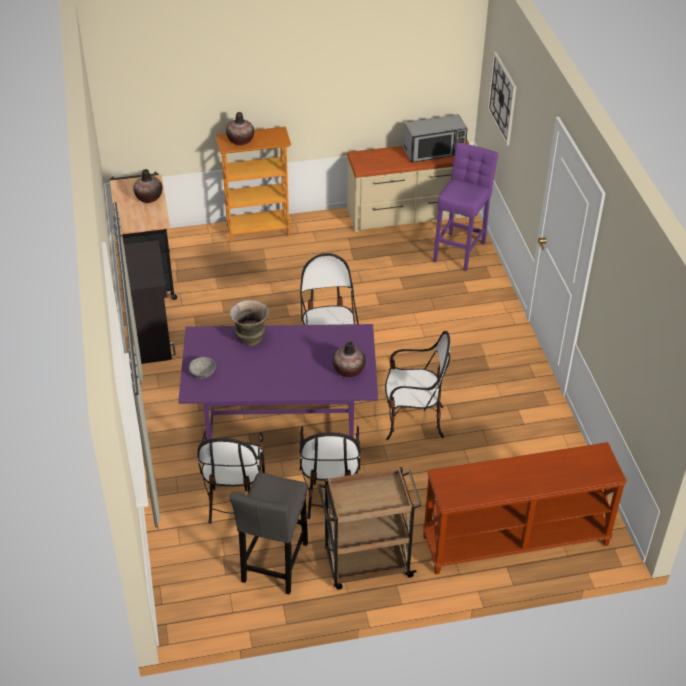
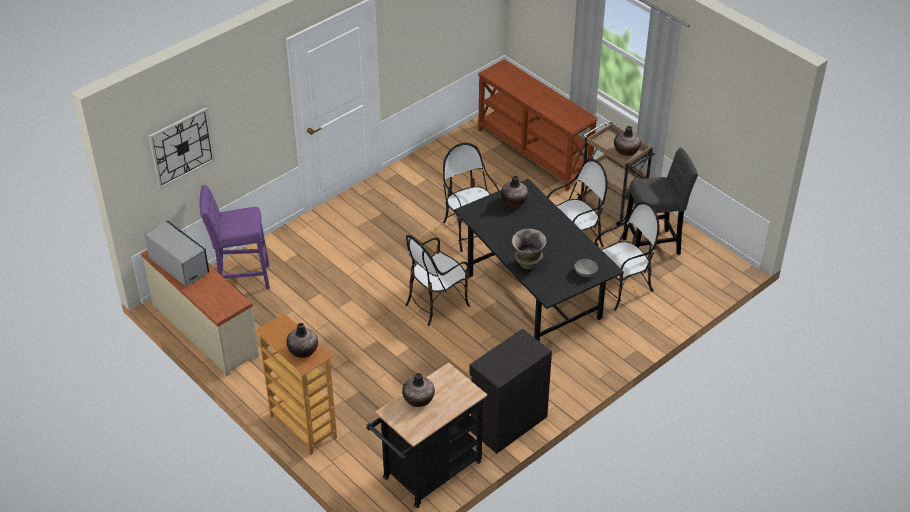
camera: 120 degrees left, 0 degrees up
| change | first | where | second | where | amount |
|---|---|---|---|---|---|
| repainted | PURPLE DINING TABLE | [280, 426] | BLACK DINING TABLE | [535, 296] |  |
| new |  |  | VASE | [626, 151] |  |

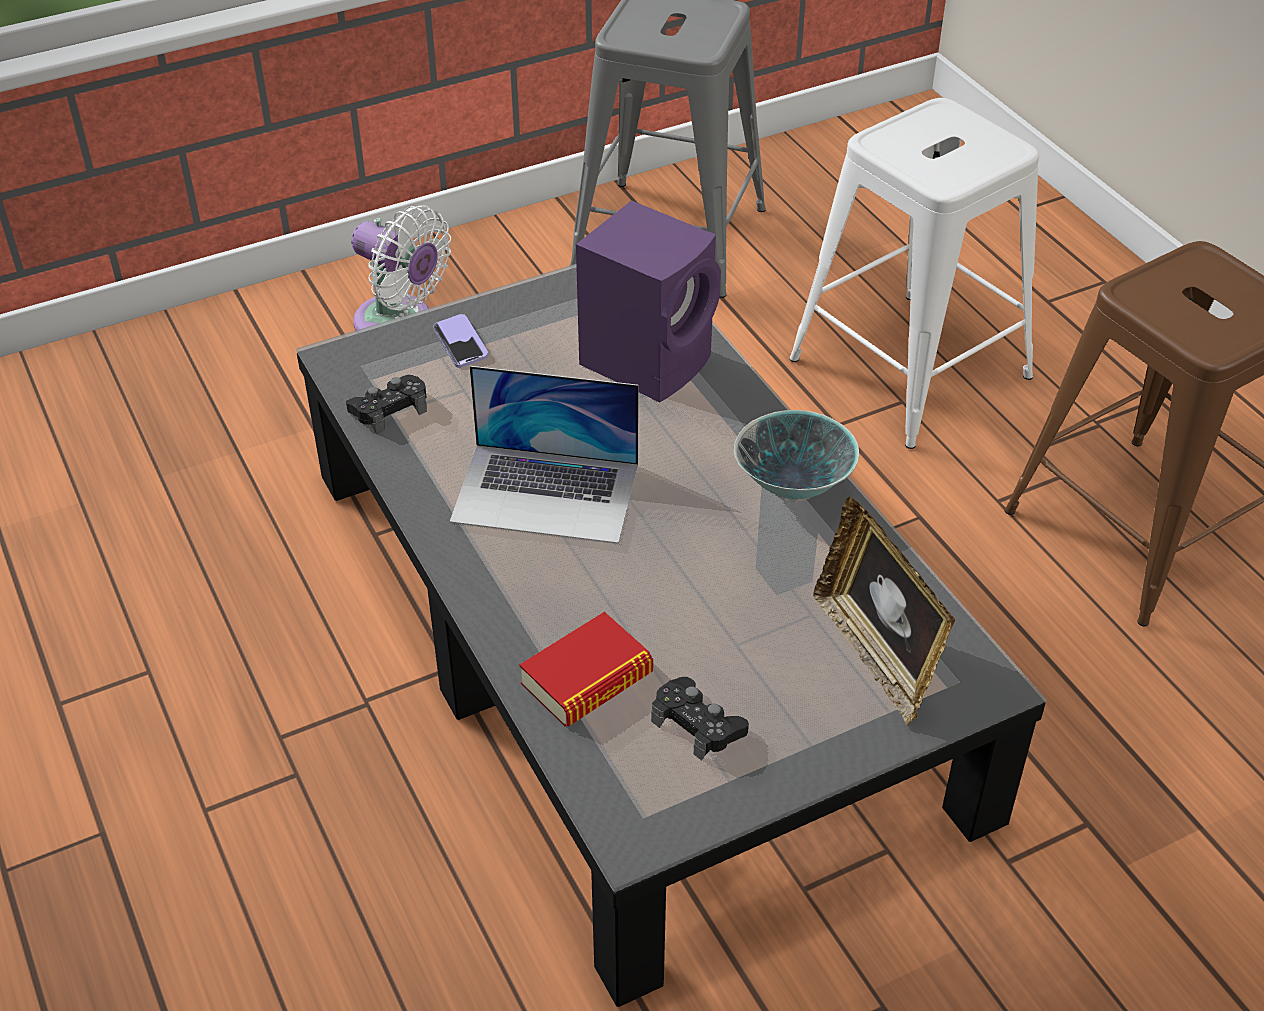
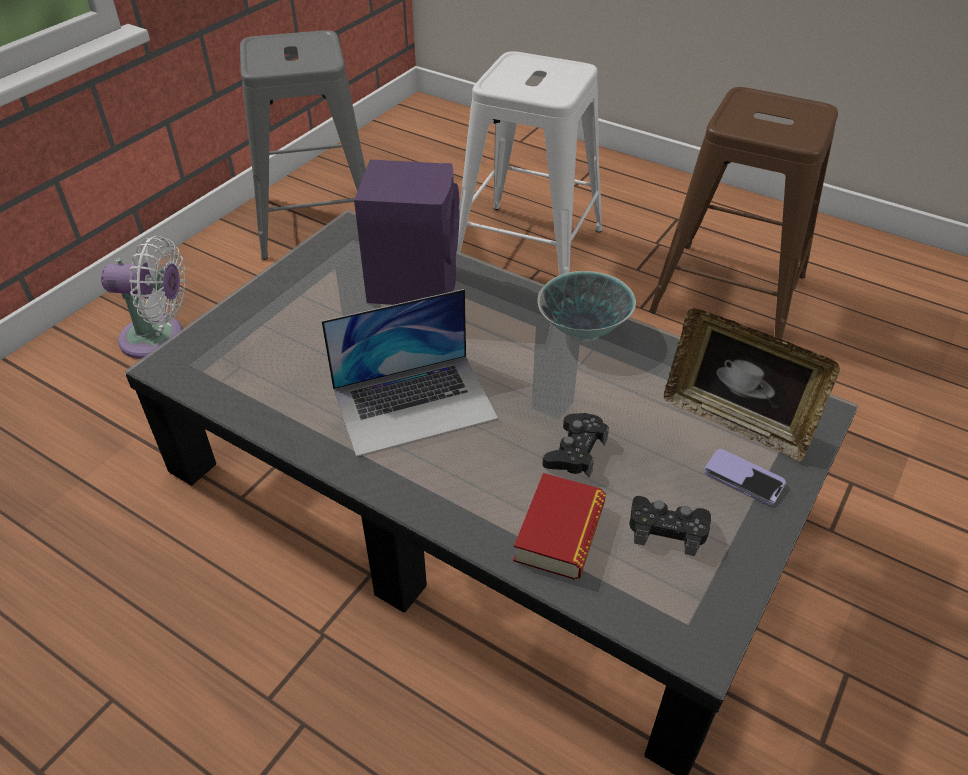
camera: 30 degrees left, 0 degrees up
| change | first | where | second | where | amount |
|---|---|---|---|---|---|
| shifted | BLACK GAME CONTROLLER | [389, 409] |  | [575, 451] |  |
| shifted | PHONE | [460, 343] |  | [743, 478] |  |

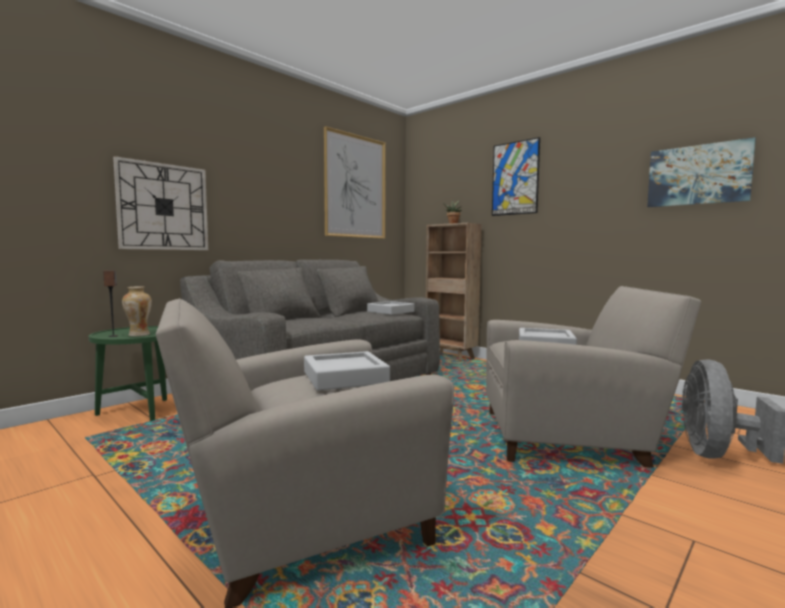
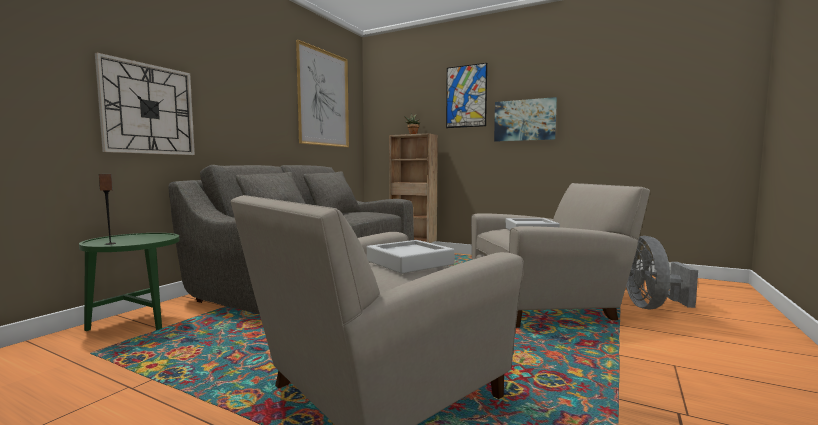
camera: 15 degrees left, 0 degrees up
| change | first | where | second | where | amount |
|---|---|---|---|---|---|
| shifted | PICTURE | [698, 175] |  | [524, 120] |  |
| gone | VASE | [138, 335] |  |  |  |
| gone | GREY TRAY | [390, 311] |  |  |  |

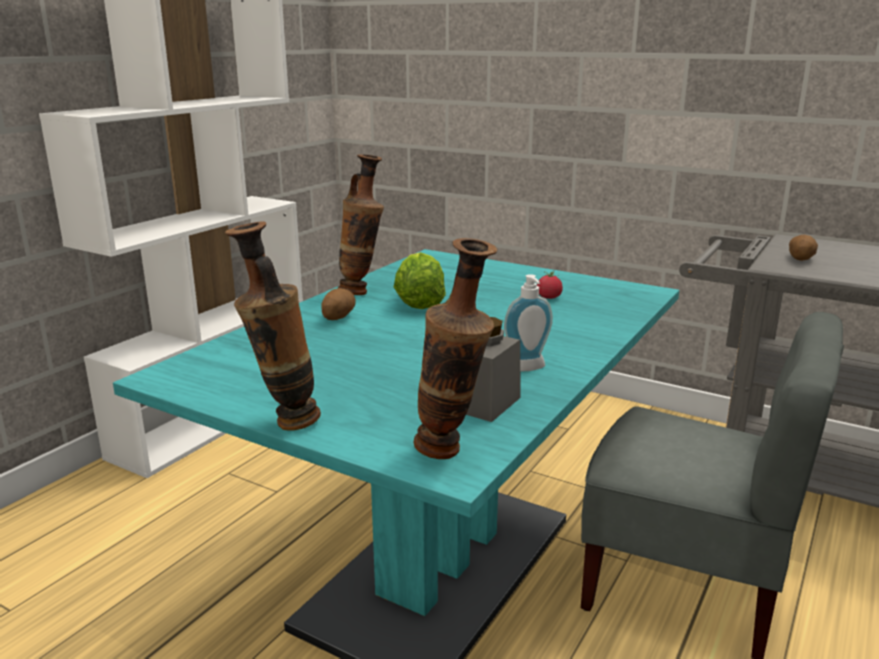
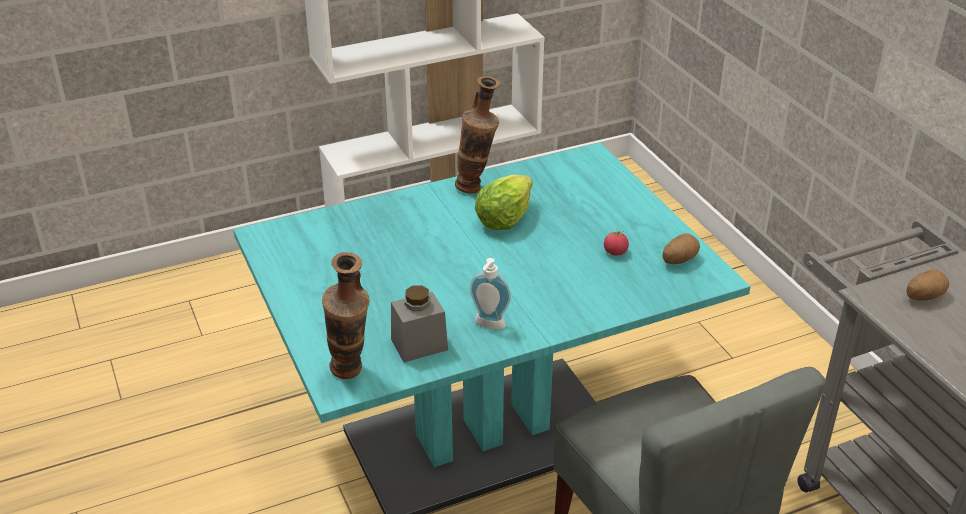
camera: 35 degrees right, 15 degrees up
| change | first | where | second | where | amount |
|---|---|---|---|---|---|
| shifted | POTATO | [337, 317] |  | [678, 260] |  |
| gone | VASE | [283, 423] |  |  |  |

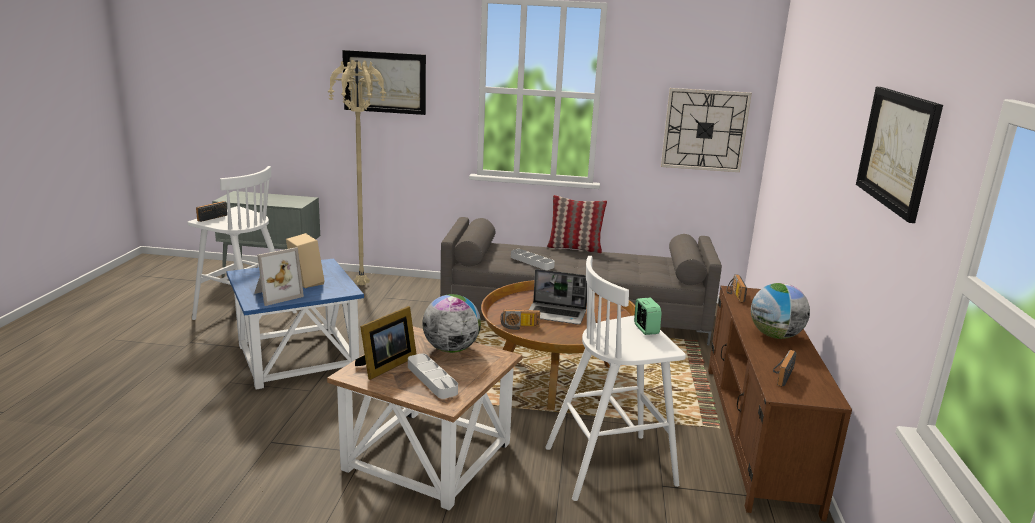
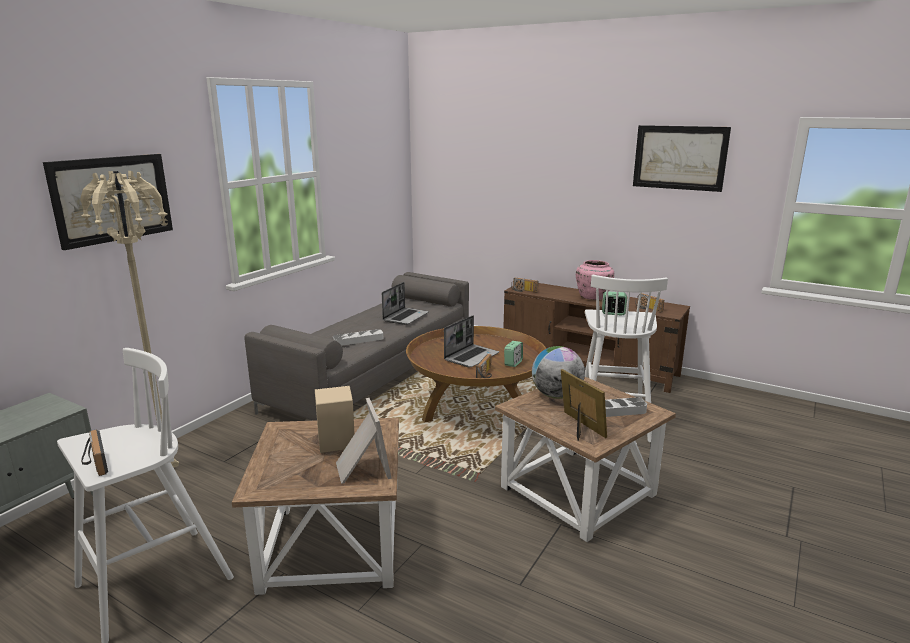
camera: 65 degrees left, 0 degrees up
| change | first | where | second | where | amount |
|---|---|---|---|---|---|
| repainted | BLUE SIDE TABLE | [299, 357] | BROWN SIDE TABLE | [330, 544] |  |
| new |  |  | LAPTOP | [405, 317] |  |
| new |  |  | ALARM CLOCK | [513, 363] |  |
| swapped | GLOBE | [775, 336] | PINK VASE | [593, 297] |  |
| gone | PILLOW | [574, 248] |  |  |  |
| gone | WALL CLOCK | [704, 130] |  |  |  |

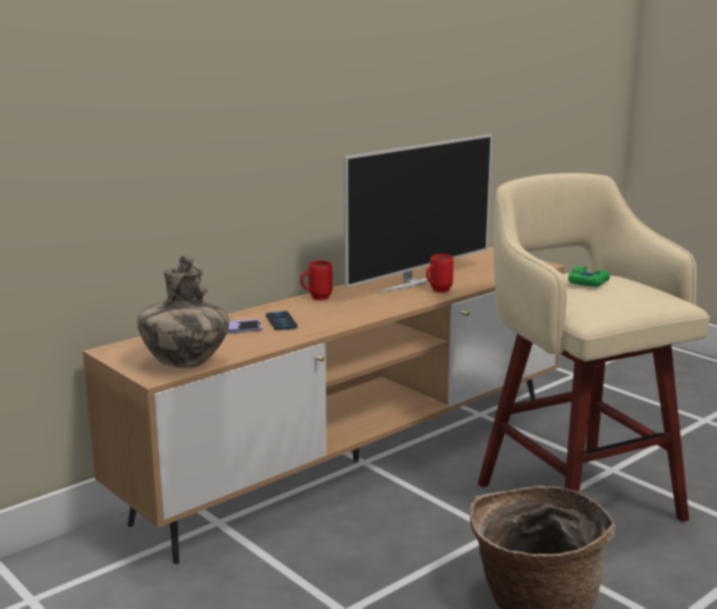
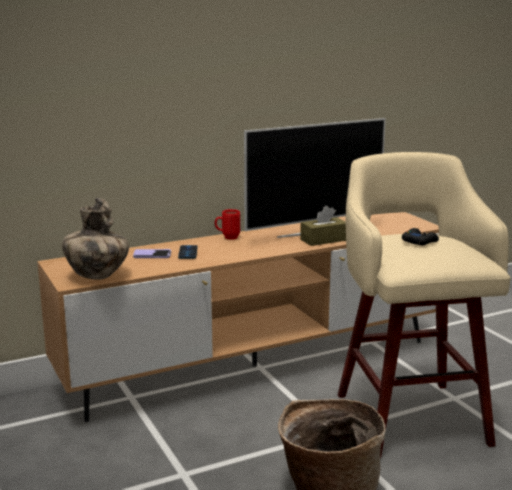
camera: 15 degrees right, 0 degrees up
| change | first | where | second | where | amount |
|---|---|---|---|---|---|
| swapped | RED MUG | [437, 291] | BROWN TISSUE BOX | [324, 240] |  |
| repainted | GREEN GAME CONTROLLER | [587, 282] | BLACK GAME CONTROLLER | [419, 241] |  |

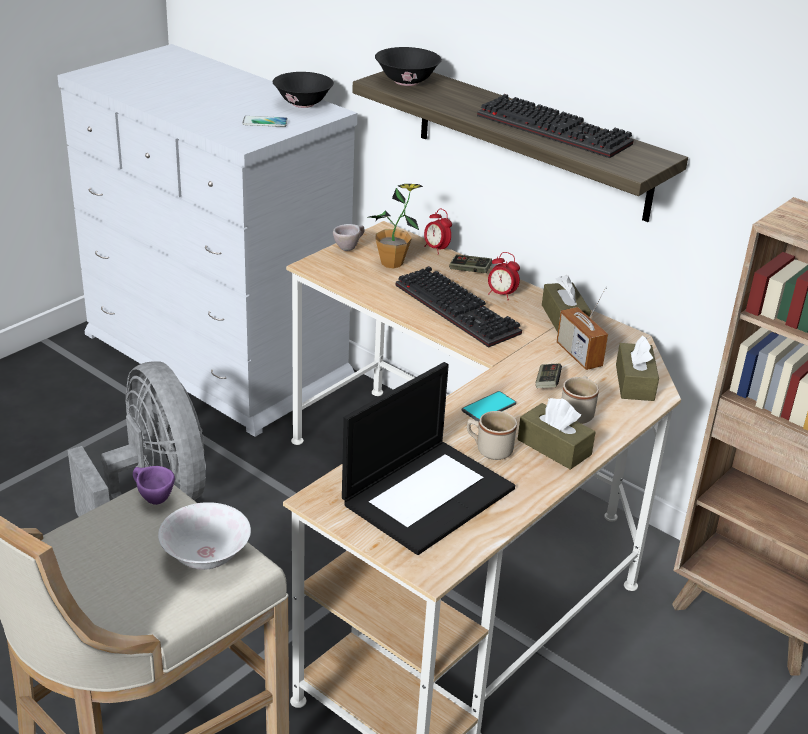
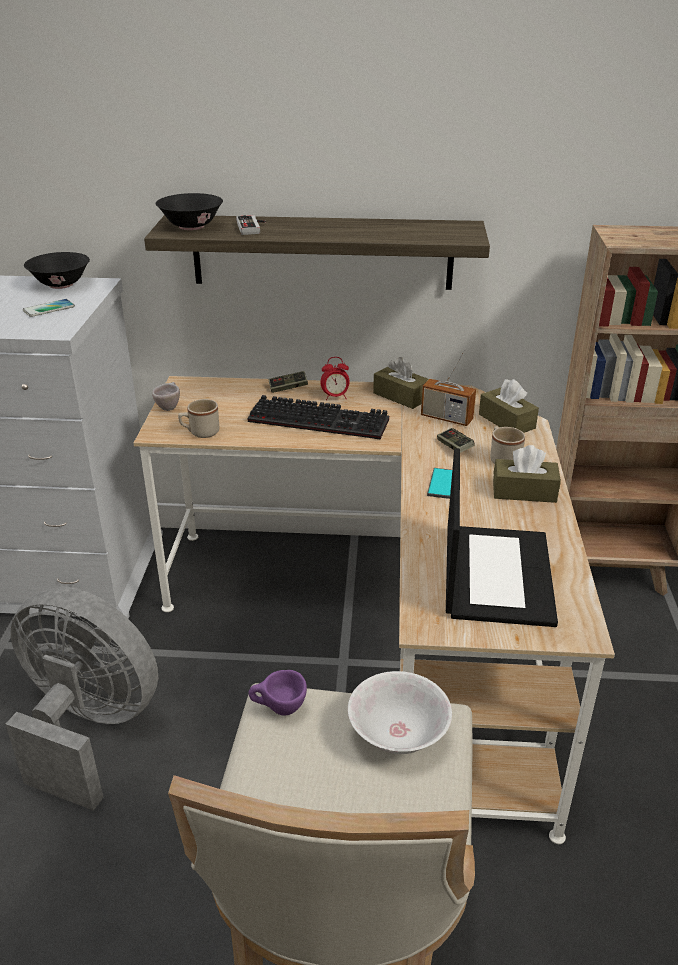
camera: 35 degrees left, 0 degrees up
| change | first | where | second | where | amount |
|---|---|---|---|---|---|
| shifted | BEIGE MUG | [489, 449] |  | [200, 433] |  |
| new |  |  | GAME CONTROLLER | [252, 227] |  |
| gone | POTTED PLANT | [392, 263] |  |  |  |
| gone | ALARM CLOCK | [436, 249] |  |  |  |
| gone | KEYBOARD | [557, 130] |  |  |  |

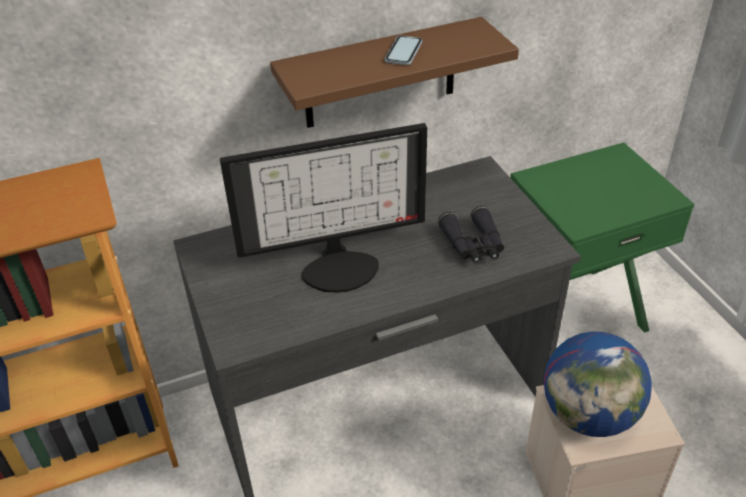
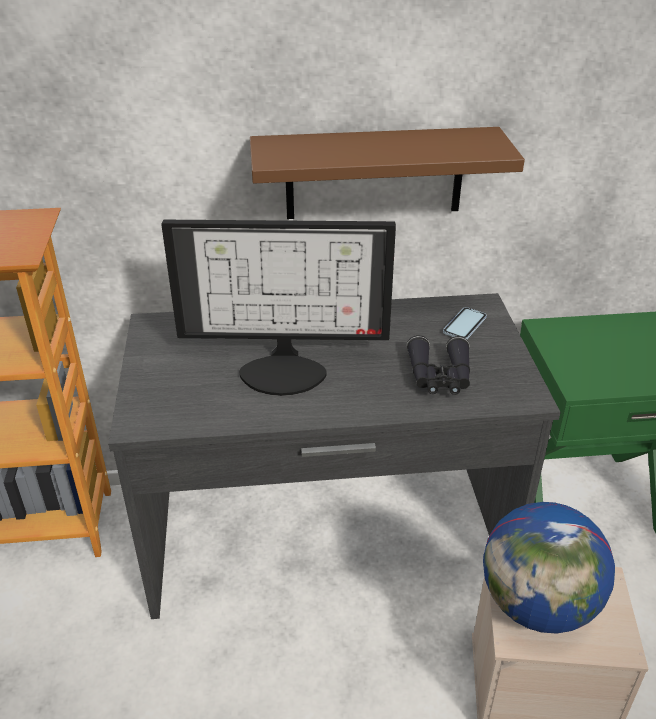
camera: 15 degrees right, 5 degrees down
| change | first | where | second | where | amount |
|---|---|---|---|---|---|
| shifted | PHONE | [403, 52] |  | [464, 325] |  |

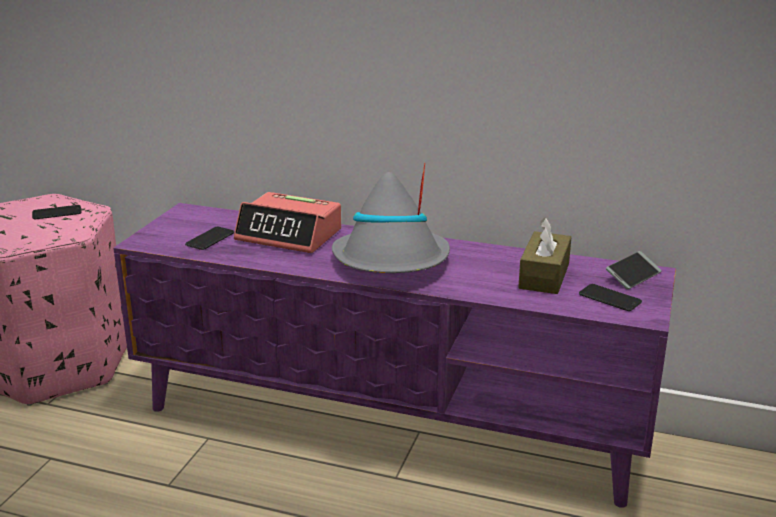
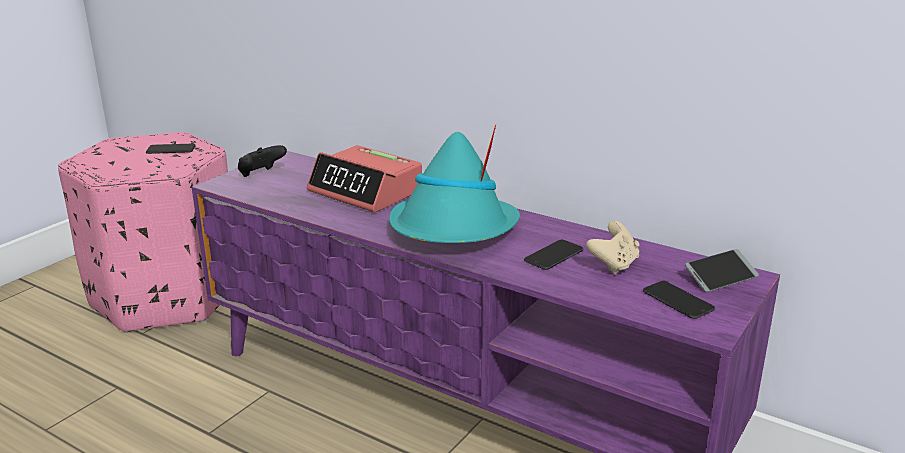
camera: 15 degrees right, 0 degrees up
| change | first | where | second | where | amount |
|---|---|---|---|---|---|
| new |  |  | BLACK GAME CONTROLLER | [261, 175] |  |
| repainted | GREY HAT | [392, 261] | TURQUOISE HAT | [453, 230] |  |
| shifted | PHONE | [210, 239] |  | [553, 255] |  |
| swapped | BROWN TISSUE BOX | [544, 276] | BEIGE GAME CONTROLLER | [613, 265] |  |

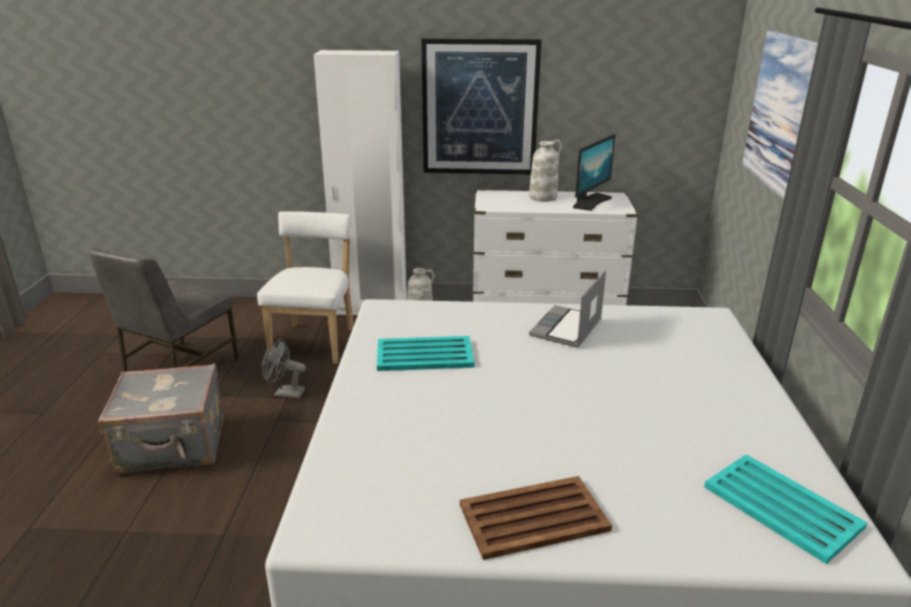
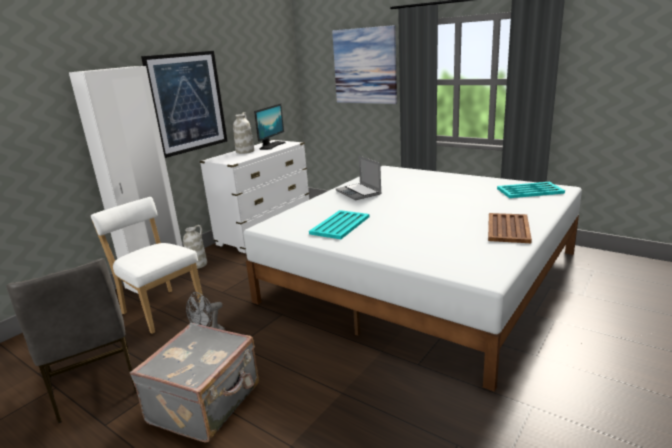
camera: 55 degrees left, 5 degrees down
| change | first | where | second | where | amount |
|---|---|---|---|---|---|
| rotated | MONITOR | [590, 202] |  | [271, 146] | 45 degrees clockwise |

